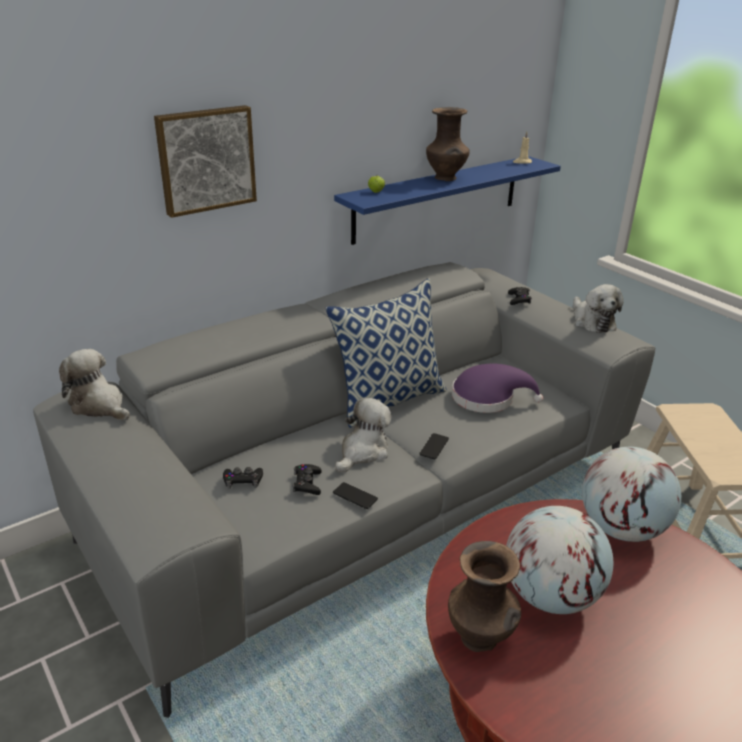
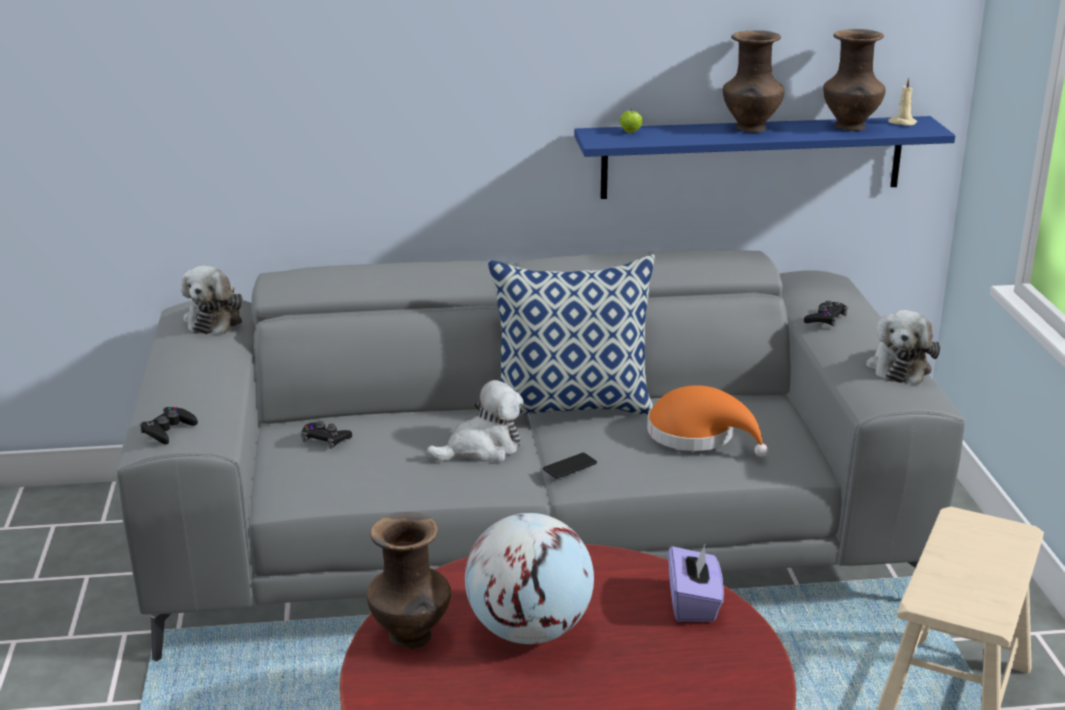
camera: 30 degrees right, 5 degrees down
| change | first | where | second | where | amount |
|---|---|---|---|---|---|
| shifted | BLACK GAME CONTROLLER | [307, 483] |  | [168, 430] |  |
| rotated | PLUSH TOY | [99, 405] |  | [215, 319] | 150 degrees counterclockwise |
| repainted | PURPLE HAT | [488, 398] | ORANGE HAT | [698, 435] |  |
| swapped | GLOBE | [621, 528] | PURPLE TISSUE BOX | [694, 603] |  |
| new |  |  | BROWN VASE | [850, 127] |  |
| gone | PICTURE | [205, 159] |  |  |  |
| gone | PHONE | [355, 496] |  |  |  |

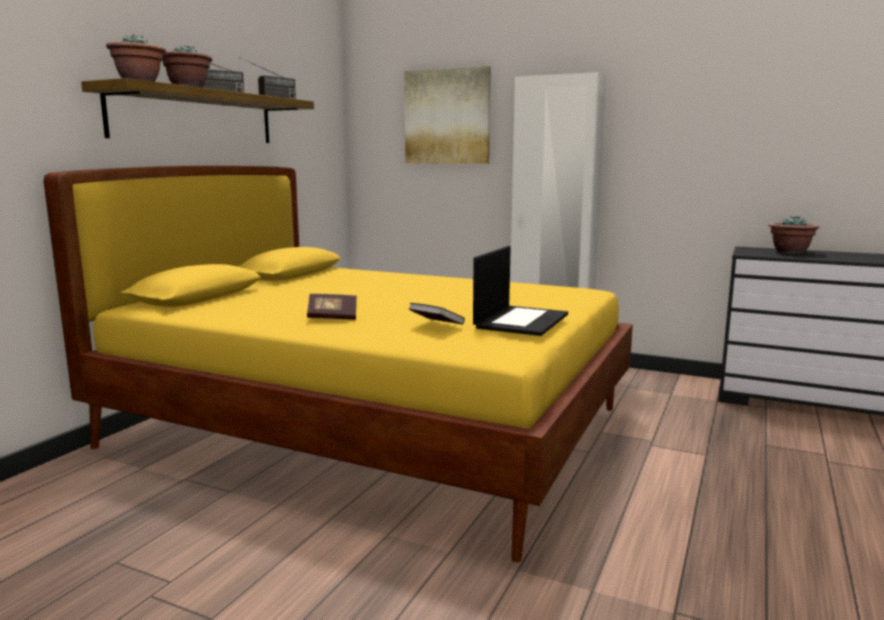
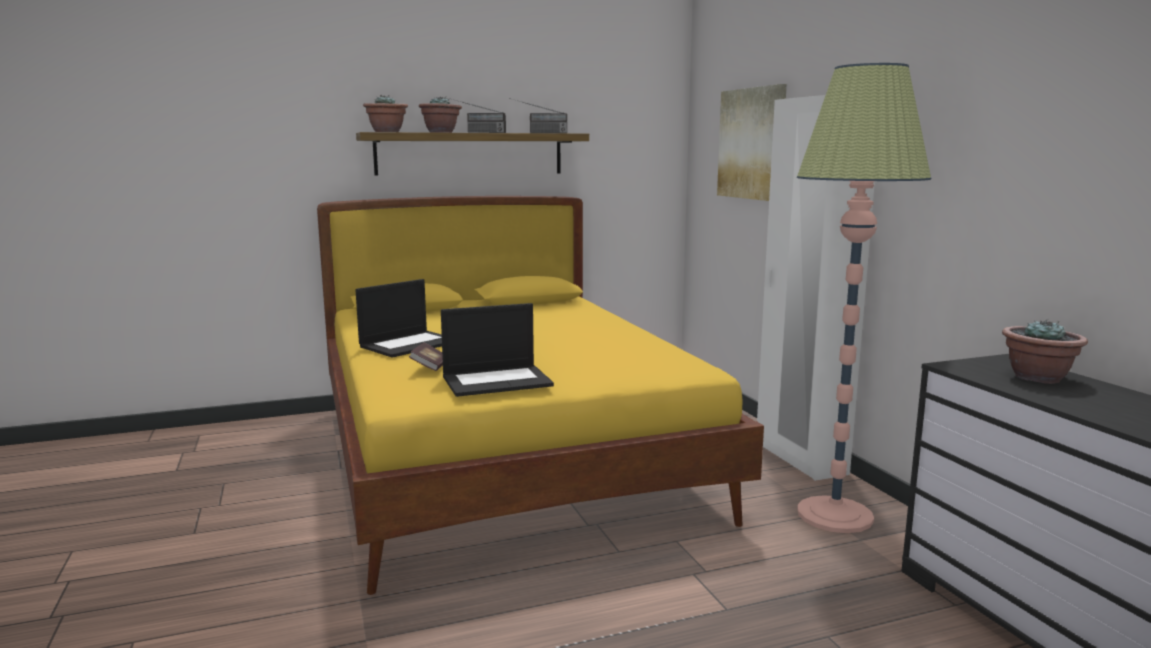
camera: 45 degrees right, 0 degrees up
| change | first | where | second | where | amount |
|---|---|---|---|---|---|
| swapped | BOOK | [332, 317] | LAPTOP | [410, 344] |  |
| new |  |  | FLOOR LAMP | [834, 515] |  |

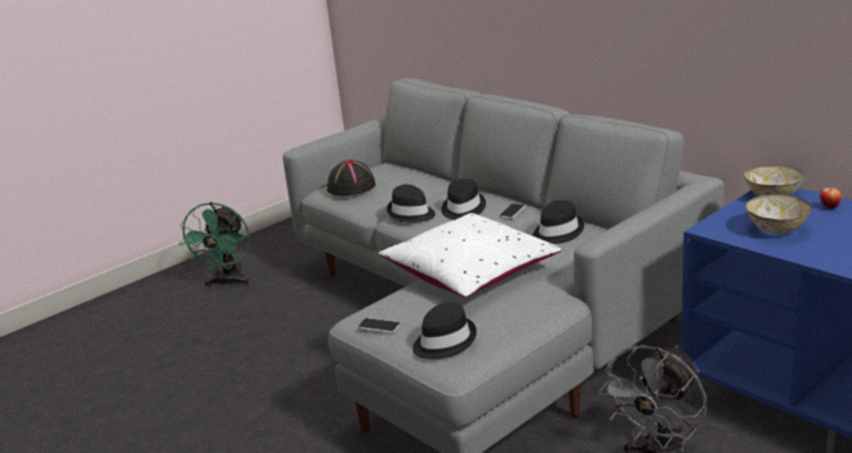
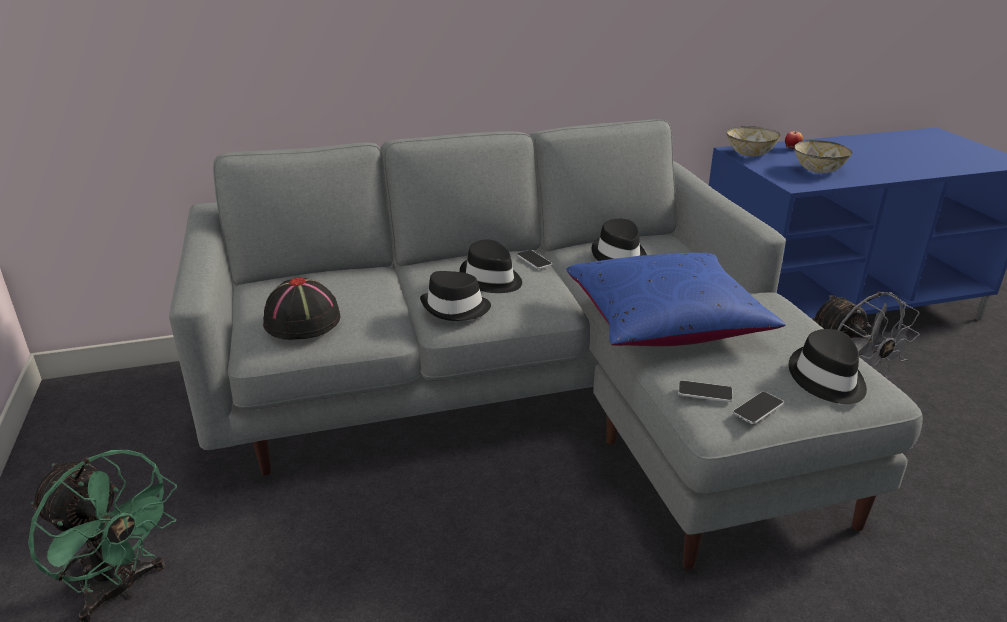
camera: 65 degrees left, 5 degrees up
| change | first | where | second | where | amount |
|---|---|---|---|---|---|
| repainted | WHITE PILLOW | [470, 273] | BLUE PILLOW | [665, 321] |  |
| new |  |  | PHONE | [705, 392] |  |

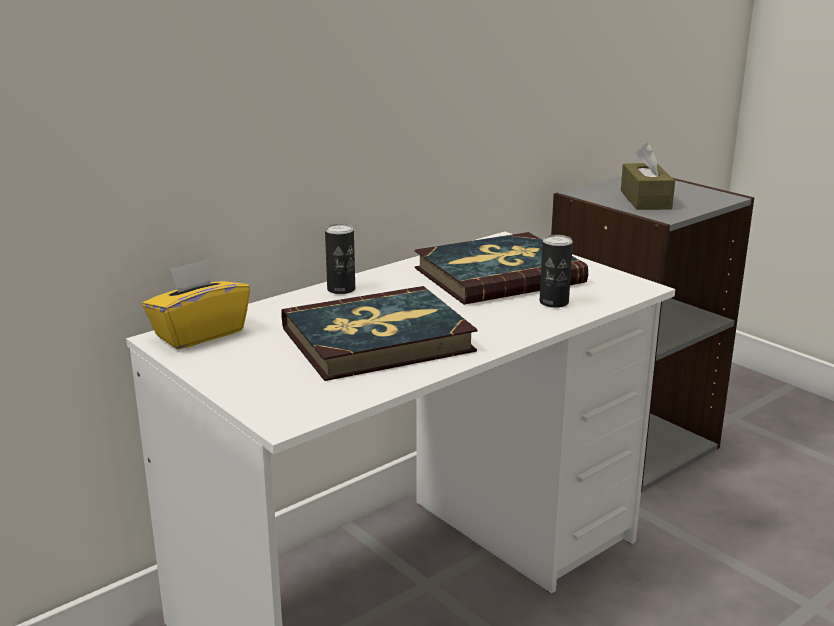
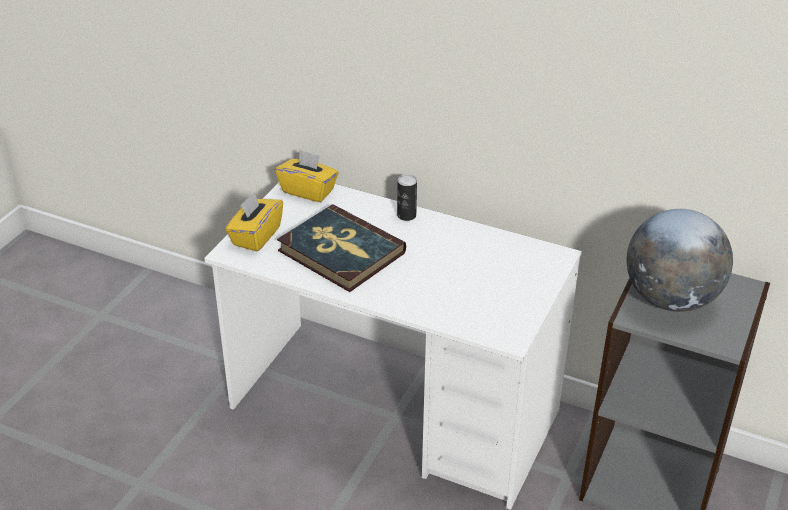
camera: 65 degrees right, 15 degrees up
| change | first | where | second | where | amount |
|---|---|---|---|---|---|
| new |  |  | YELLOW TISSUE BOX | [256, 236] |  |
| swapped | BROWN TISSUE BOX | [645, 200] | GLOBE | [670, 299] |  |
| gone | BOOK | [498, 275] |  |  |  |
| gone | CAN | [554, 302] |  |  |  |

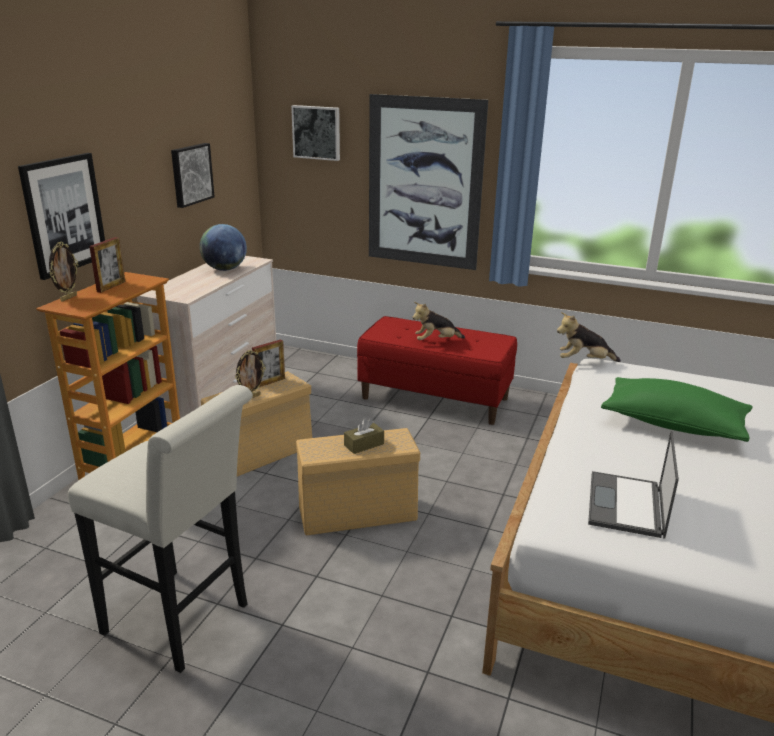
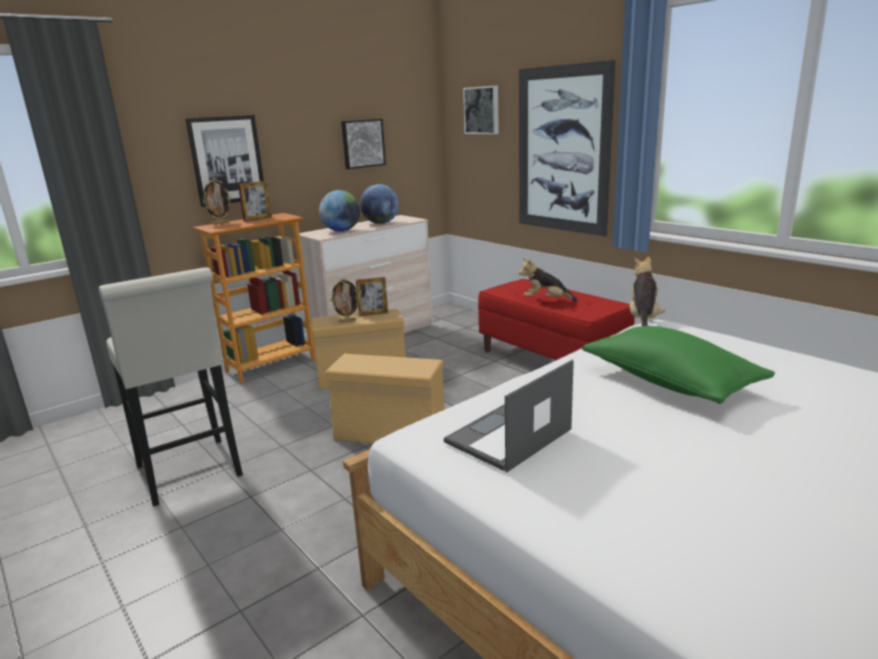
camera: 30 degrees right, 5 degrees down
| change | first | where | second | where | amount |
|---|---|---|---|---|---|
| new |  |  | GLOBE | [341, 231] |  |
| rotated | PLUSH TOY | [584, 361] |  | [643, 319] | 75 degrees clockwise |
| gone | BROWN TISSUE BOX | [364, 444] |  |  |  |

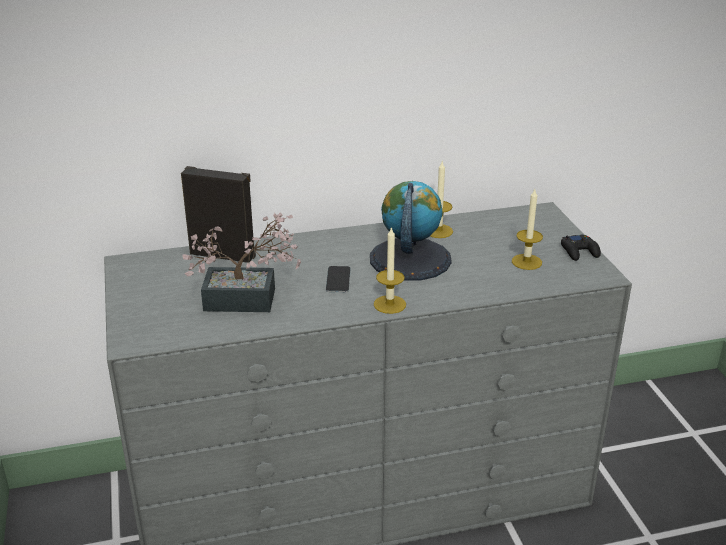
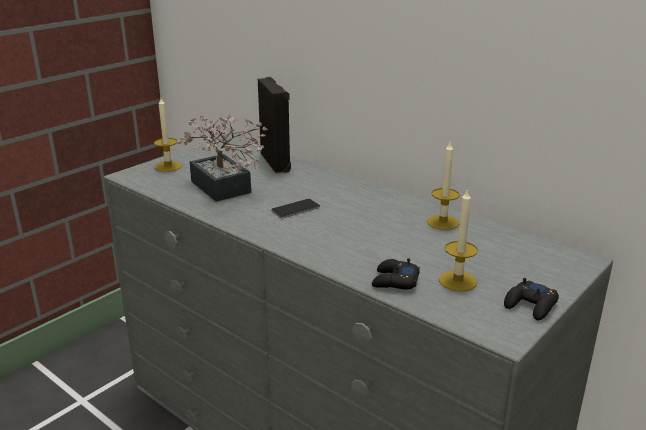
camera: 55 degrees right, 5 degrees down
| change | first | where | second | where | amount |
|---|---|---|---|---|---|
| shifted | CANDLE | [389, 304] |  | [168, 166] |  |
| new |  |  | BLACK GAME CONTROLLER | [394, 281] |  |
| gone | GLOBE | [409, 259] |  |  |  |

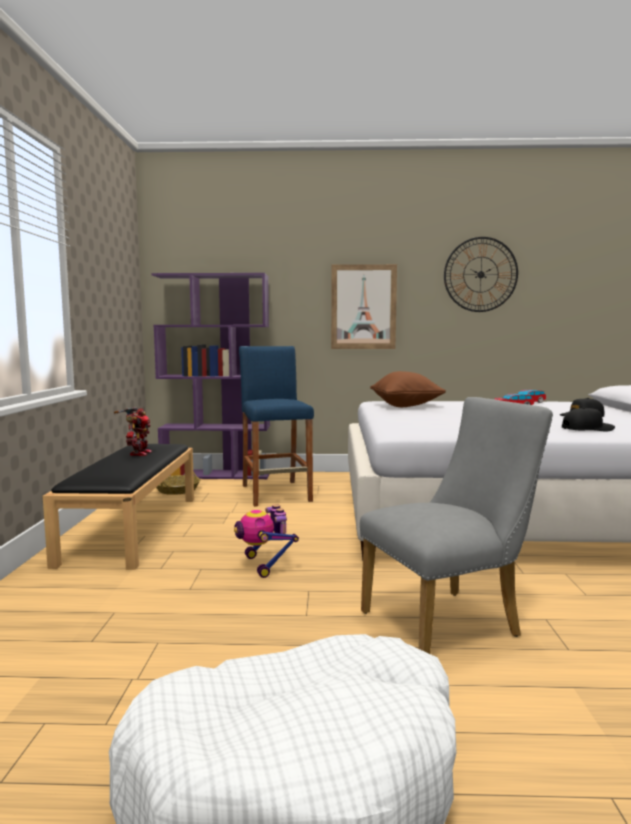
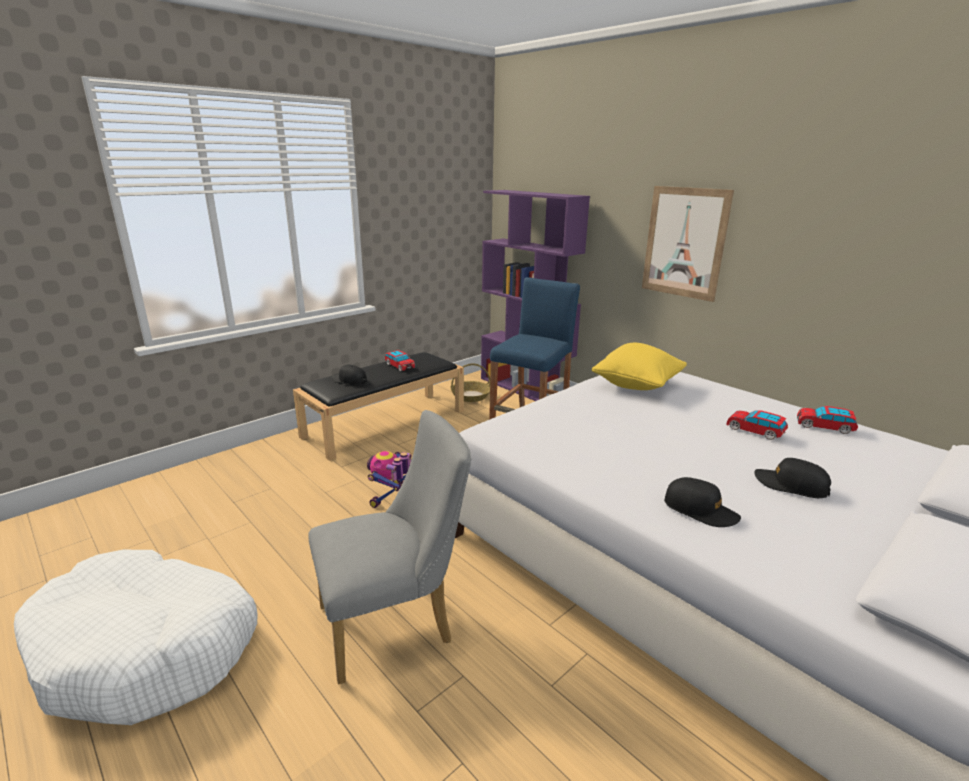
camera: 45 degrees right, 15 degrees up
| change | first | where | second | where | amount |
|---|---|---|---|---|---|
| rotated | GREY CHAIR | [449, 622] |  | [395, 622] | 45 degrees counterclockwise |
| new |  |  | BLACK CAP | [349, 380] |  |
| swapped | TOY ROBOT | [138, 453] | TOY CAR | [400, 366] |  |
| repainted | BROWN PILLOW | [405, 406] | YELLOW PILLOW | [637, 386] |  |
| gone | WALL CLOCK | [480, 274] |  |  |  |

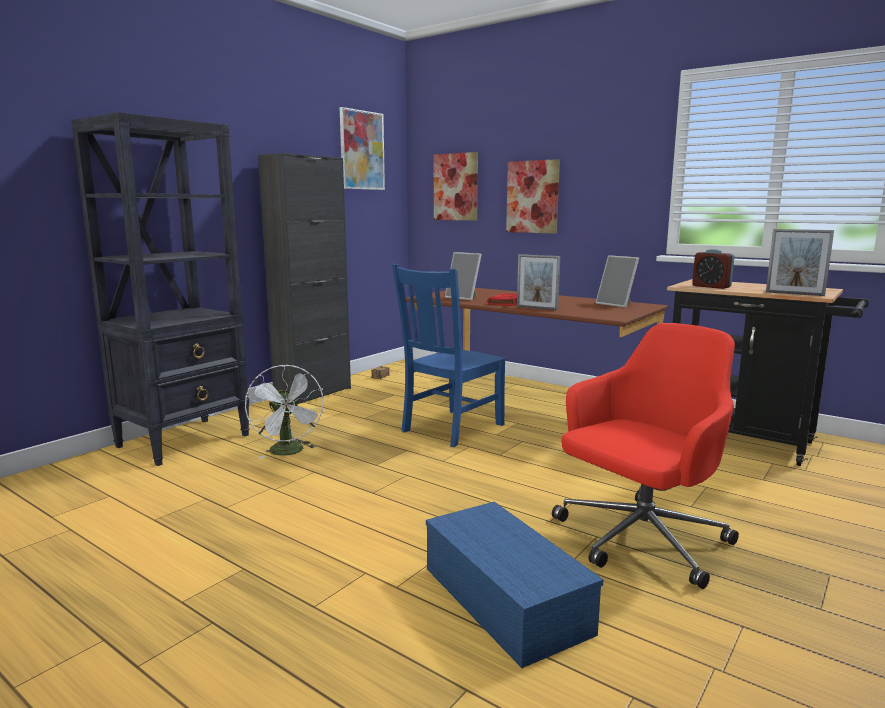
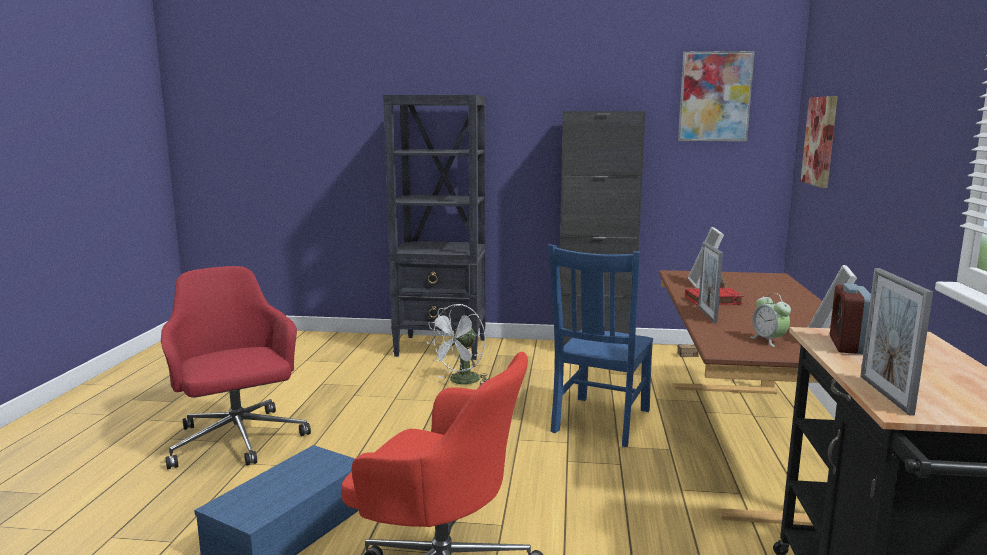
camera: 60 degrees right, 0 degrees up
| change | first | where | second | where | amount |
|---|---|---|---|---|---|
| new |  |  | RED OFFICE CHAIR | [237, 441] |  |
| rotated | BLUE CHAIR | [450, 428] |  | [600, 422] | 75 degrees counterclockwise |
| new |  |  | ALARM CLOCK | [768, 340] |  |
| gone | PICTURE | [533, 197] |  |  |  |

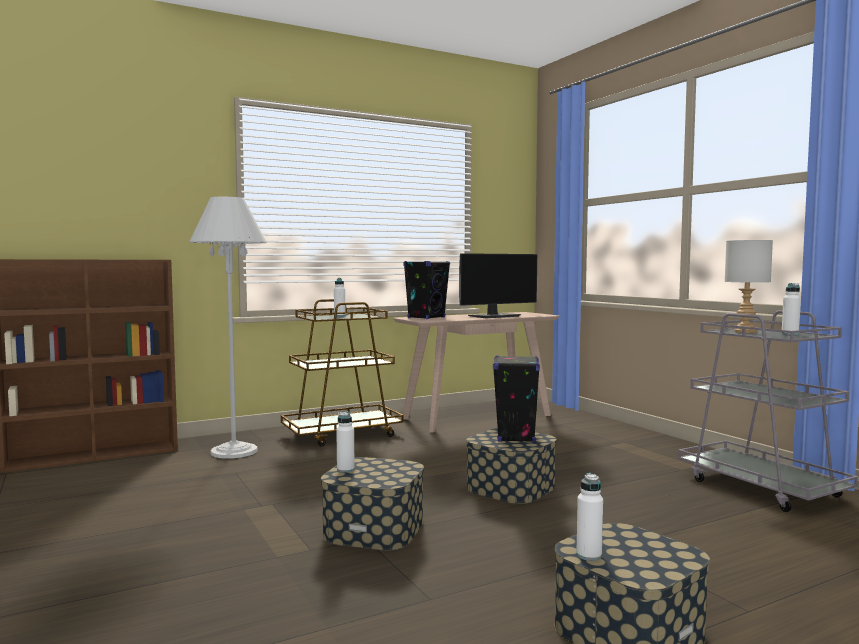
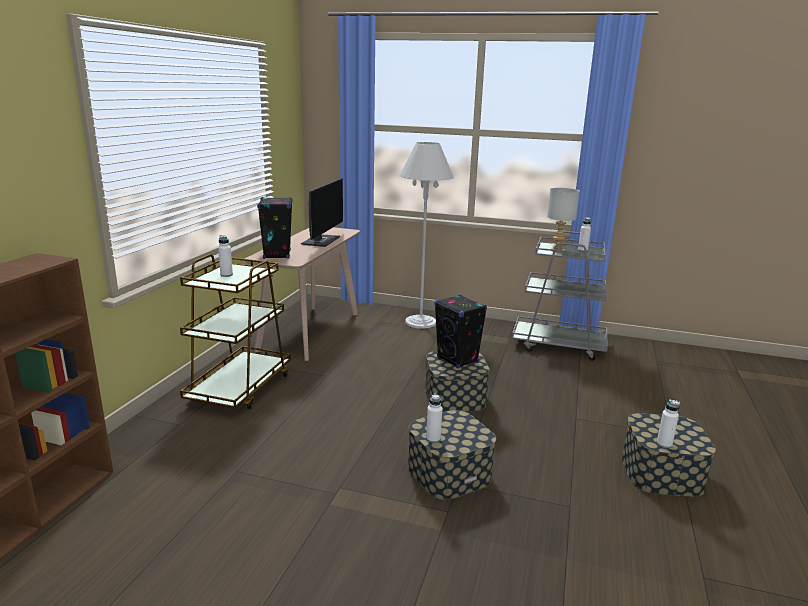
camera: 45 degrees left, 15 degrees up
| change | first | where | second | where | amount |
|---|---|---|---|---|---|
| shifted | WHITE FLOOR LAMP | [234, 451] |  | [420, 322] |  |

